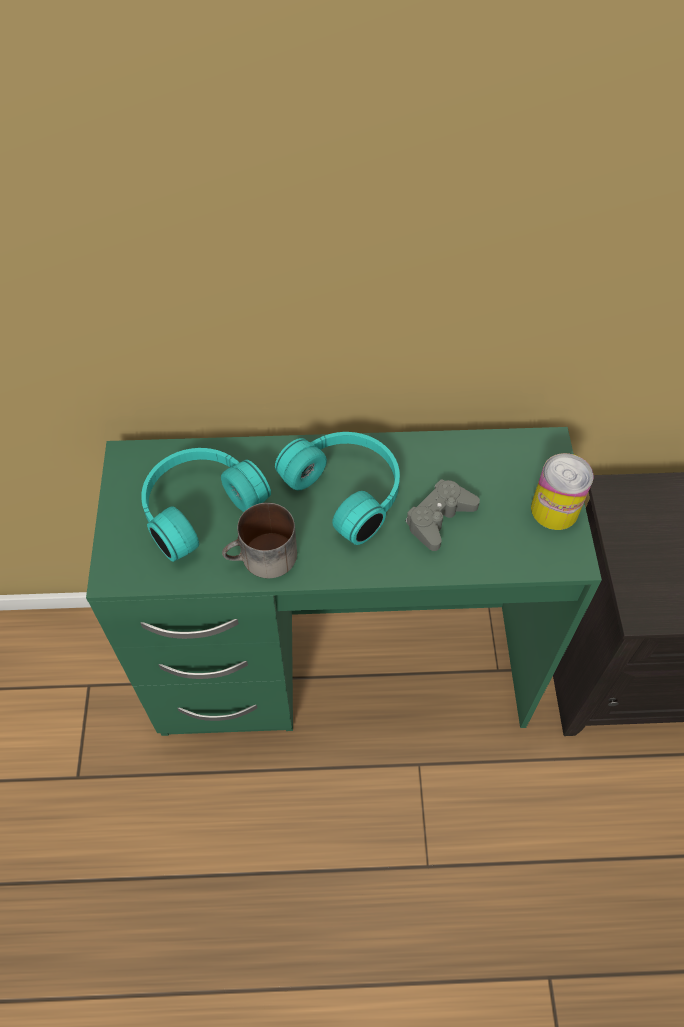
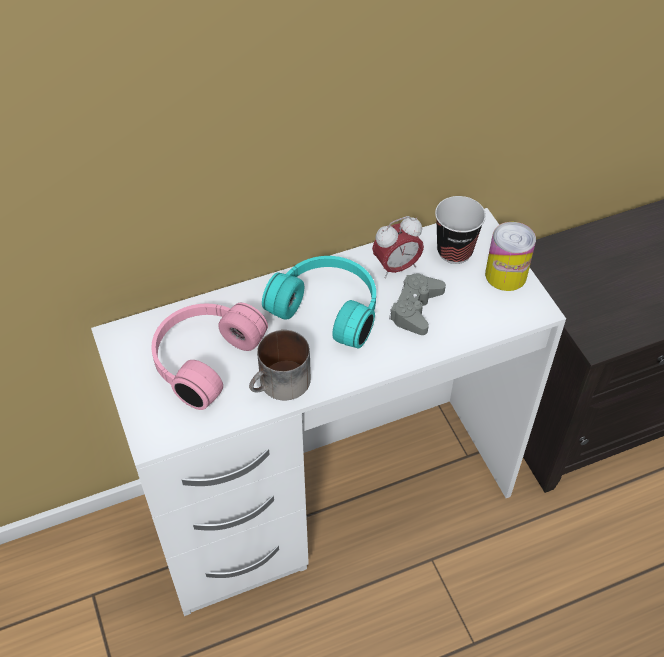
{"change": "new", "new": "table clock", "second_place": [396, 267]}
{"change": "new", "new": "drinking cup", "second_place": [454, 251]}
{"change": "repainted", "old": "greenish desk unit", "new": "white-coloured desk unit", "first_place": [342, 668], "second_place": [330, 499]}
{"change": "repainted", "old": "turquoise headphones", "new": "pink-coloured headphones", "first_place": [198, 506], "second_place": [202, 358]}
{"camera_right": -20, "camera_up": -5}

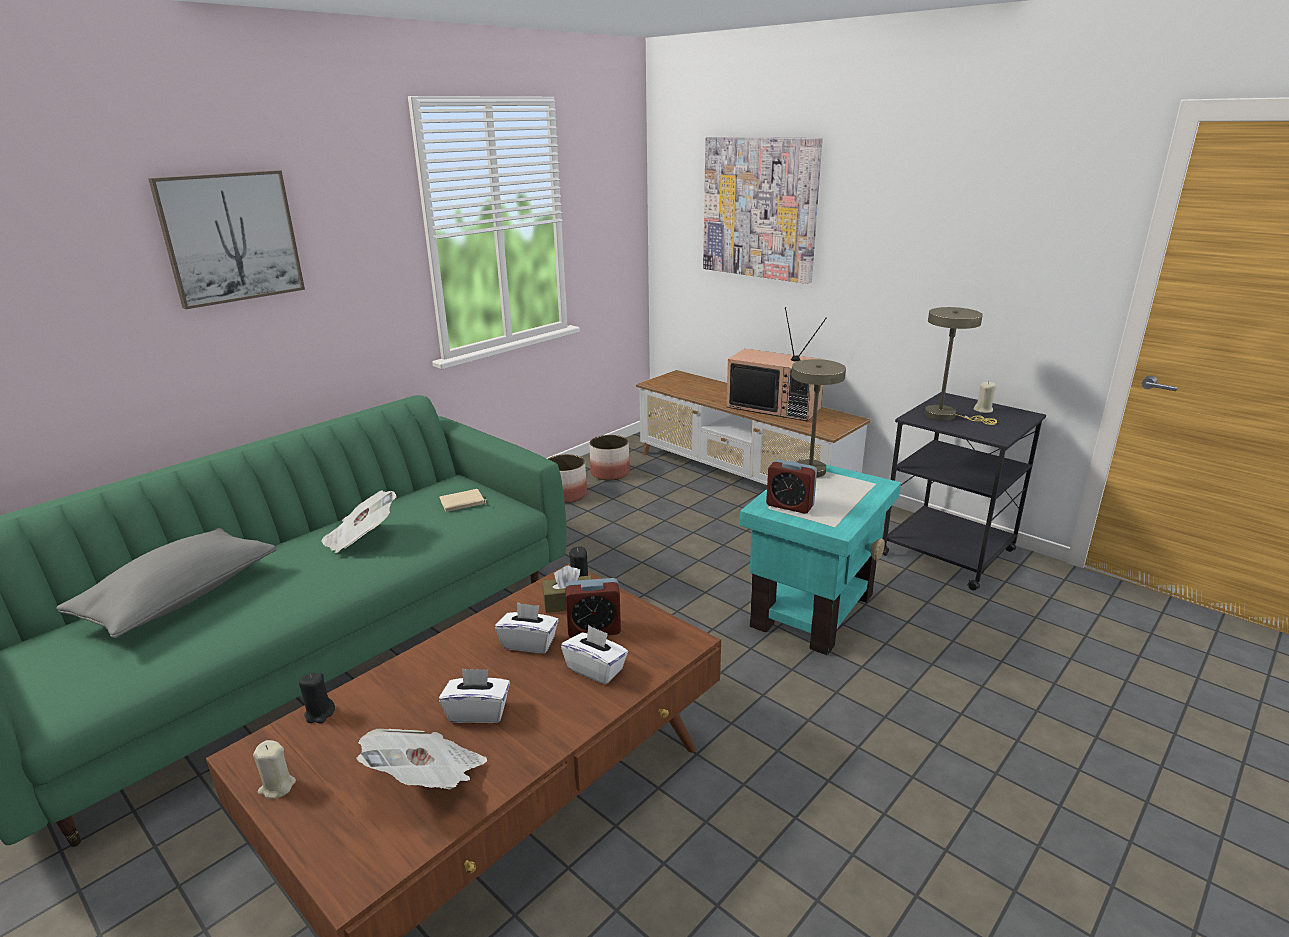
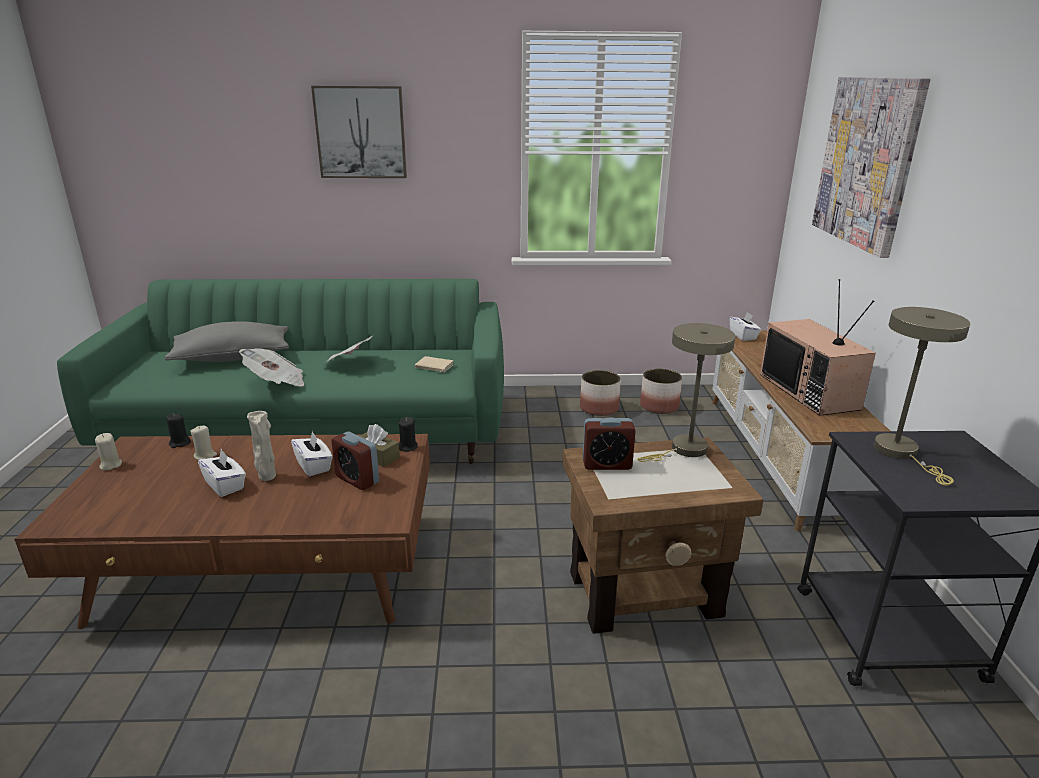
{"change": "new", "new": "beige flower vase", "second_place": [267, 477]}
{"change": "shifted", "old": "daily paper", "first_place": [428, 779], "second_place": [276, 382]}
{"change": "shifted", "old": "white-coloured tissue box", "first_place": [596, 669], "second_place": [743, 336]}
{"change": "shifted", "old": "beige candle", "first_place": [983, 410], "second_place": [205, 456]}
{"change": "repainted", "old": "turquoise accent table", "new": "brown accent table", "first_place": [814, 610], "second_place": [645, 595]}
{"change": "rotated", "old": "table clock", "first_place": [789, 506], "second_place": [607, 464], "degrees": -75}
{"camera_right": 45, "camera_up": 0}

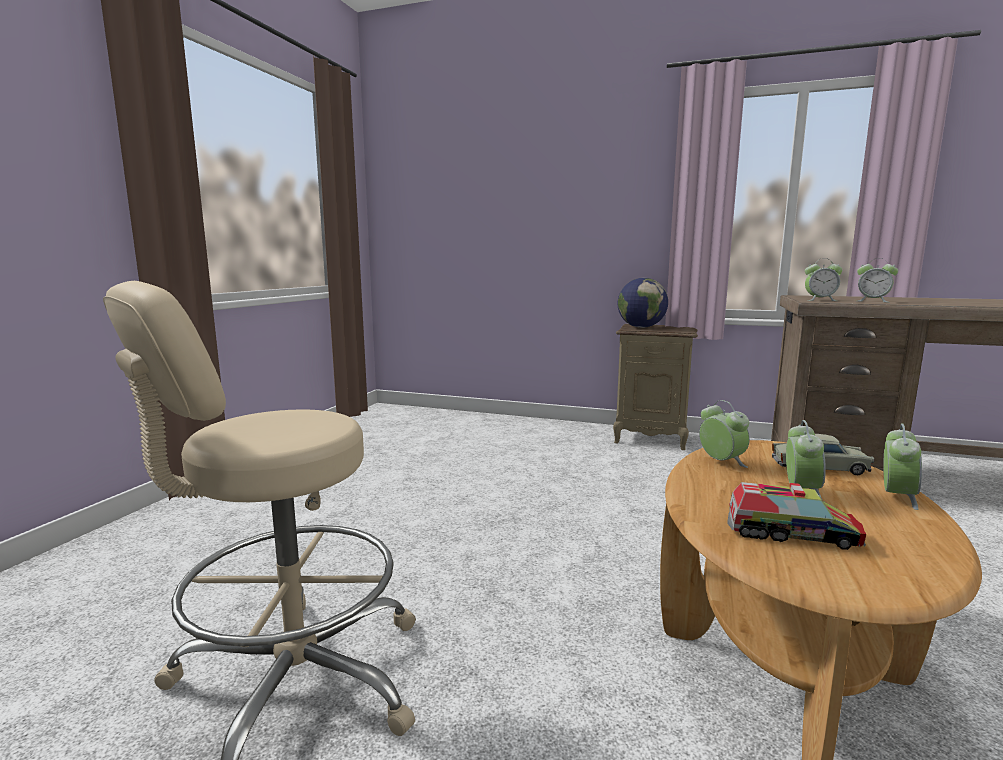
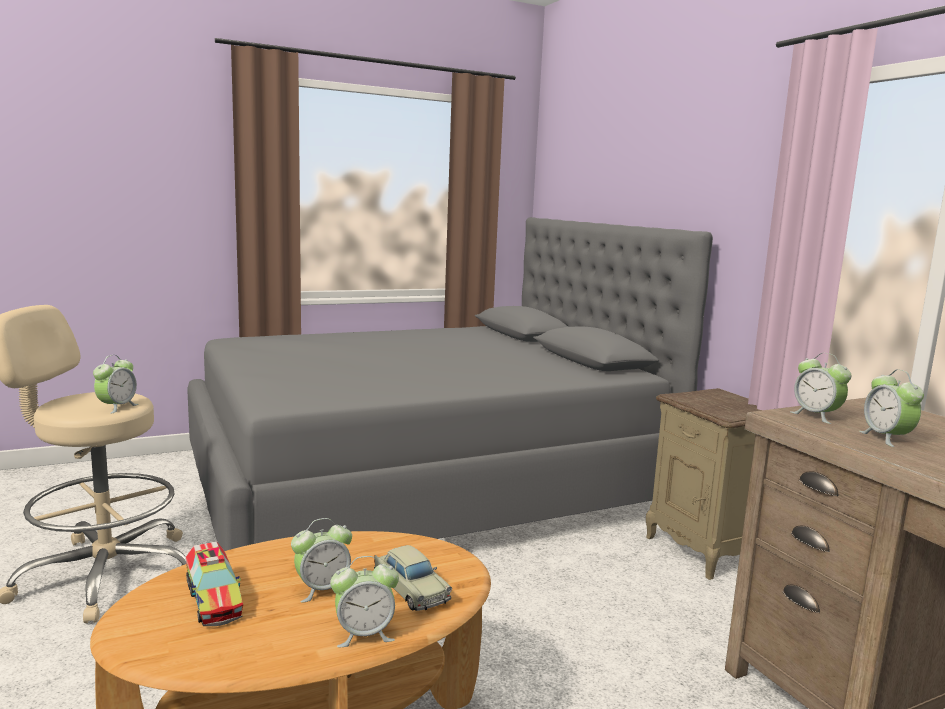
{"change": "gone", "old": "globe", "first_place": [641, 327]}
{"change": "new", "new": "grey bed", "second_place": [423, 484]}
{"change": "shifted", "old": "table clock", "first_place": [721, 462], "second_place": [117, 407]}
{"camera_right": 45, "camera_up": 0}

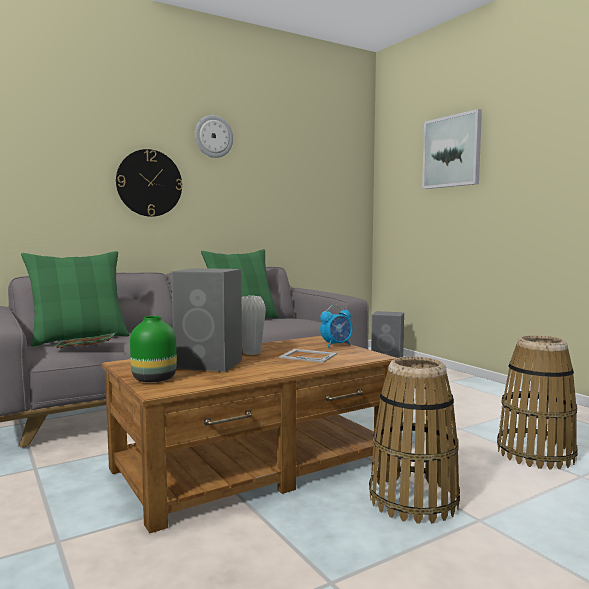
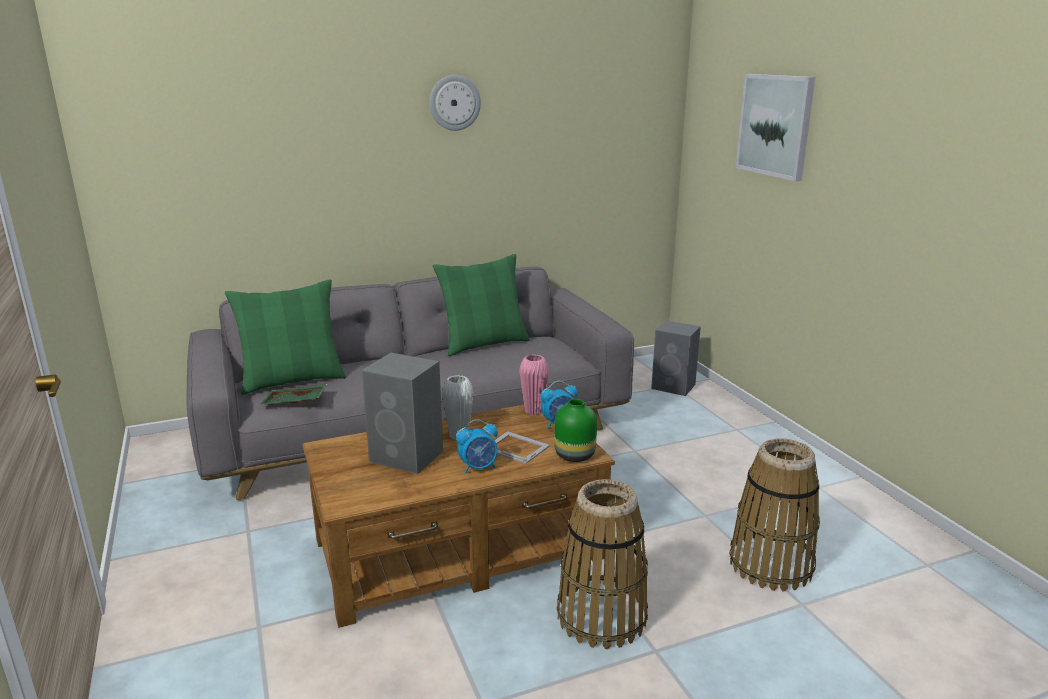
{"change": "gone", "old": "wall clock", "first_place": [149, 183]}
{"change": "new", "new": "table clock", "second_place": [478, 467]}
{"change": "new", "new": "pink-coloured flower vase", "second_place": [533, 411]}
{"change": "shifted", "old": "greenish flower vase", "first_place": [153, 379], "second_place": [573, 455]}
{"camera_right": 10, "camera_up": 15}

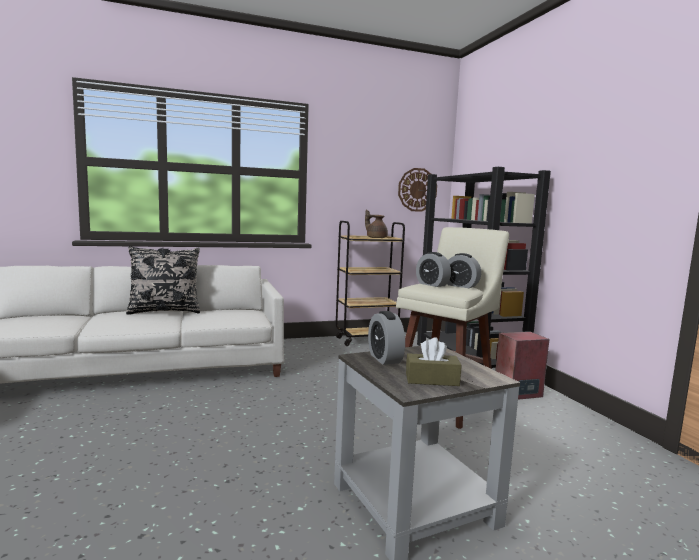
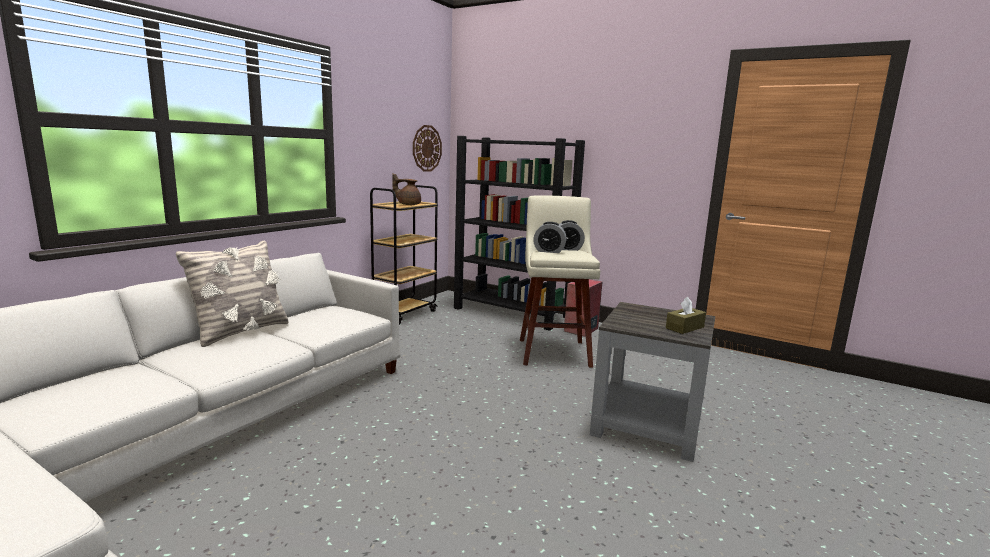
{"change": "gone", "old": "table clock", "first_place": [384, 358]}
{"change": "repainted", "old": "black throw pillow", "new": "beige throw pillow", "first_place": [164, 312], "second_place": [241, 332]}
{"camera_right": -40, "camera_up": 5}

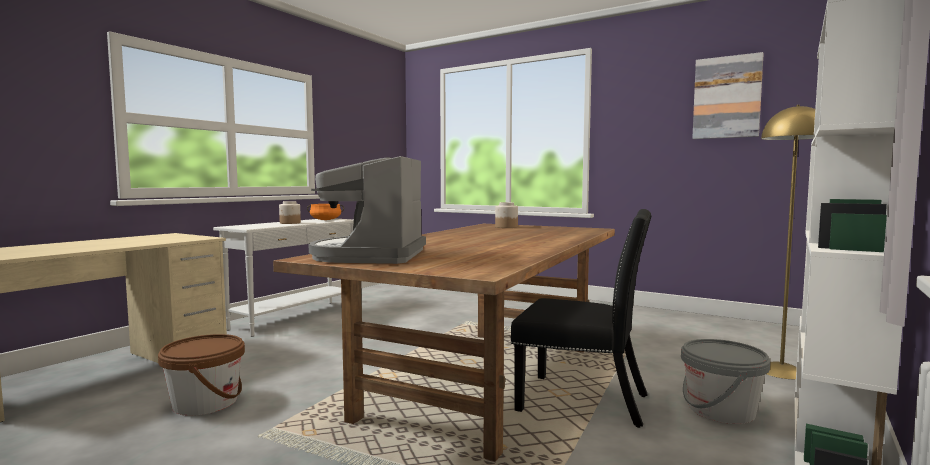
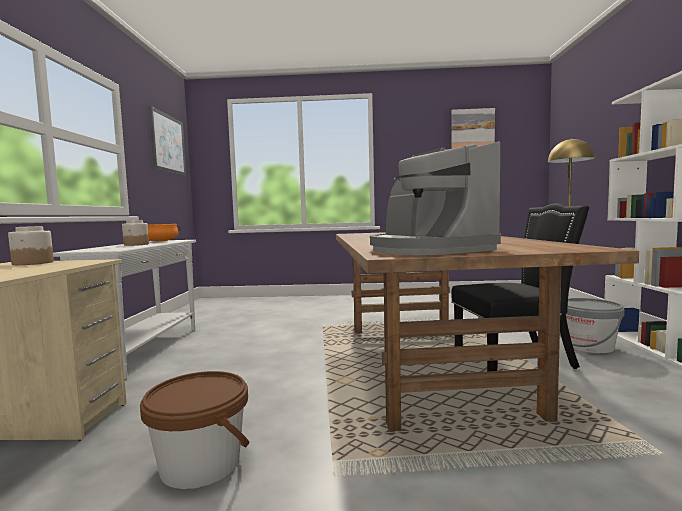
{"change": "new", "new": "wall picture", "second_place": [167, 144]}
{"change": "shifted", "old": "preserve jar", "first_place": [506, 227], "second_place": [32, 263]}
{"camera_right": -30, "camera_up": 0}

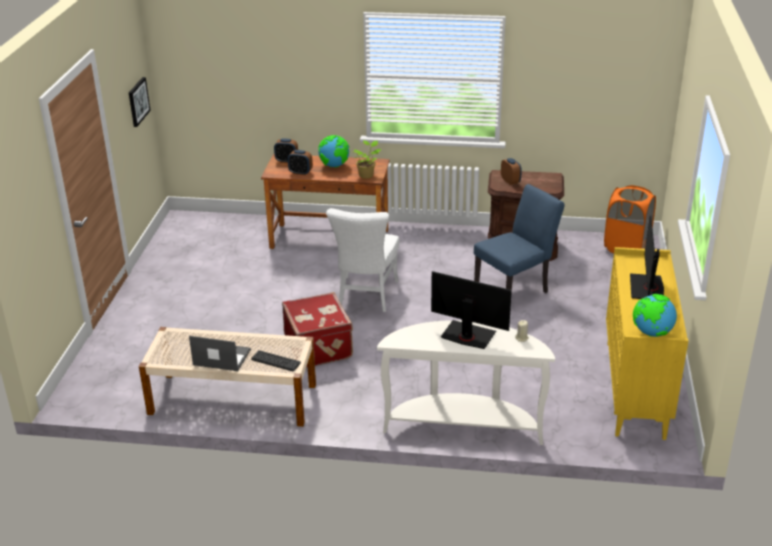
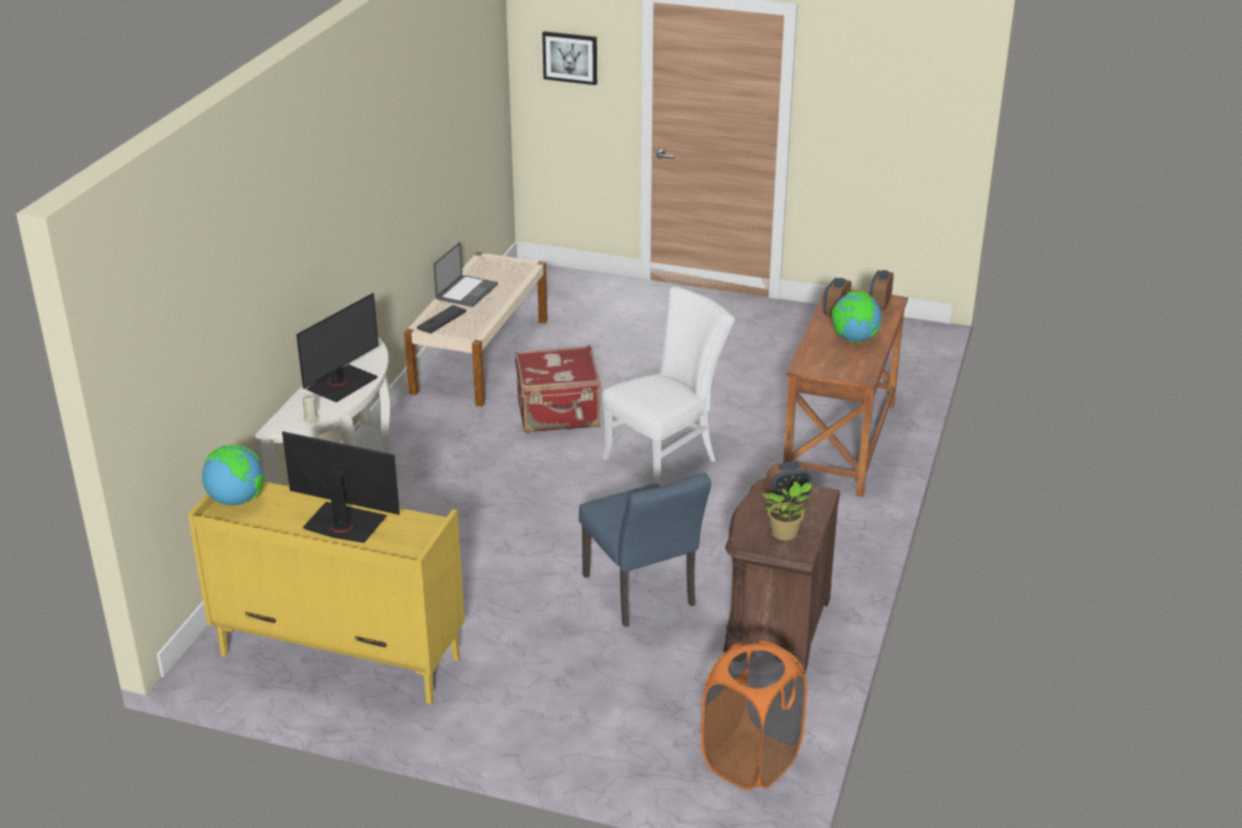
{"change": "shifted", "old": "wall picture", "first_place": [138, 101], "second_place": [570, 57]}
{"change": "shifted", "old": "plant in a pot", "first_place": [366, 175], "second_place": [786, 534]}
{"change": "rotated", "old": "white-coloured chair", "first_place": [365, 296], "second_place": [666, 458], "degrees": 120}
{"camera_right": 100, "camera_up": 0}

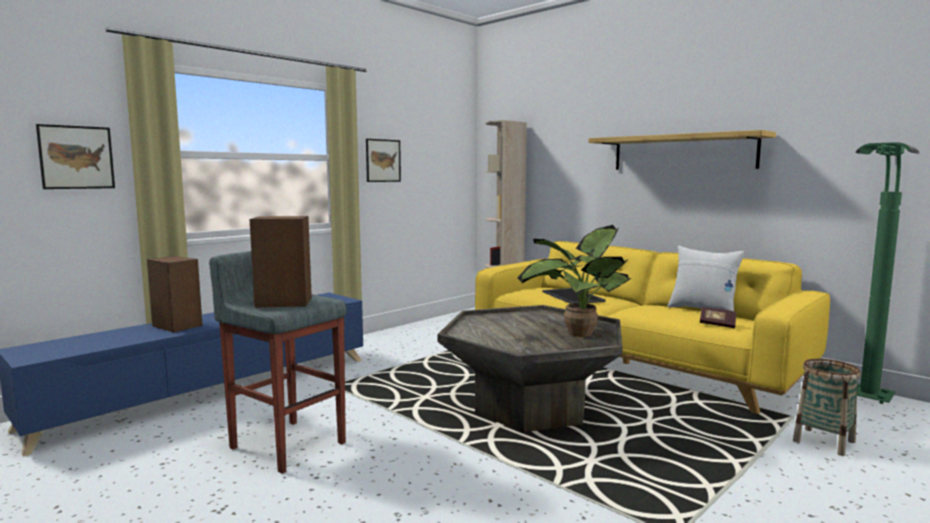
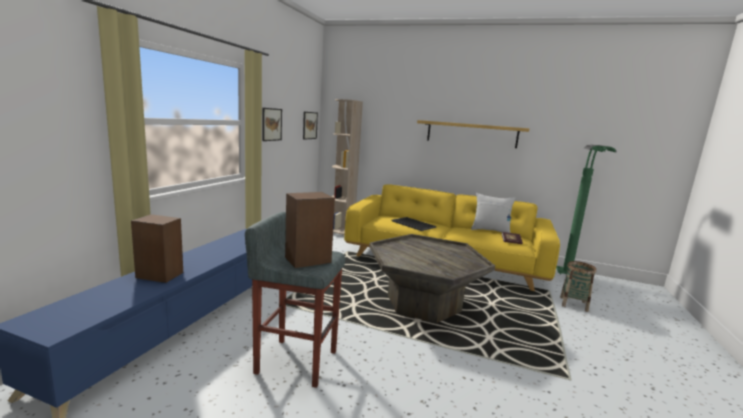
{"change": "gone", "old": "plant in a pot", "first_place": [575, 333]}
{"change": "shifted", "old": "wall picture", "first_place": [76, 157], "second_place": [309, 125]}
{"camera_right": -25, "camera_up": 5}

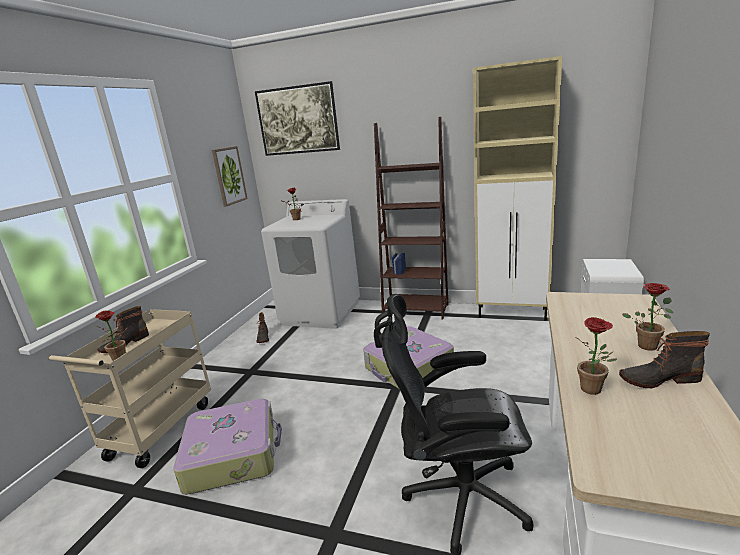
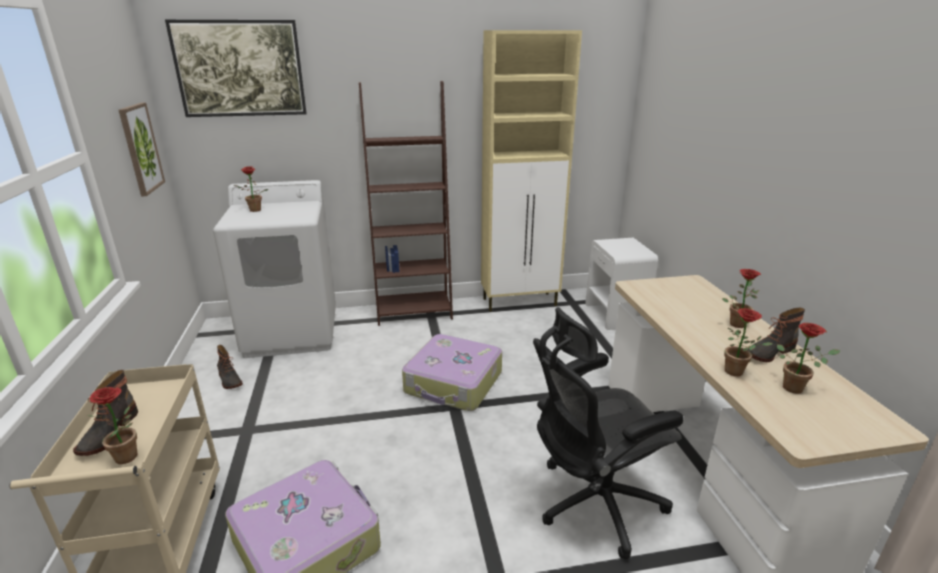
{"change": "new", "new": "plant in a pot", "second_place": [796, 388]}
{"camera_right": -30, "camera_up": 5}

